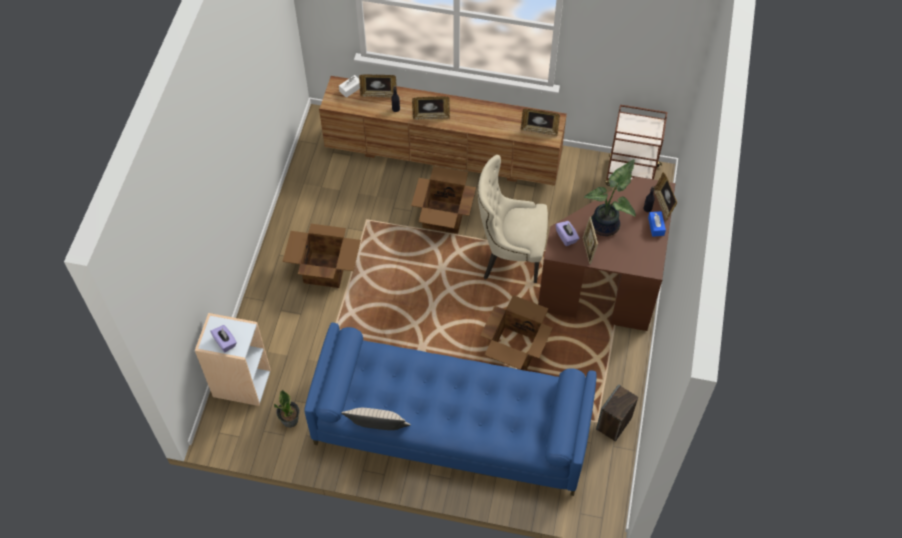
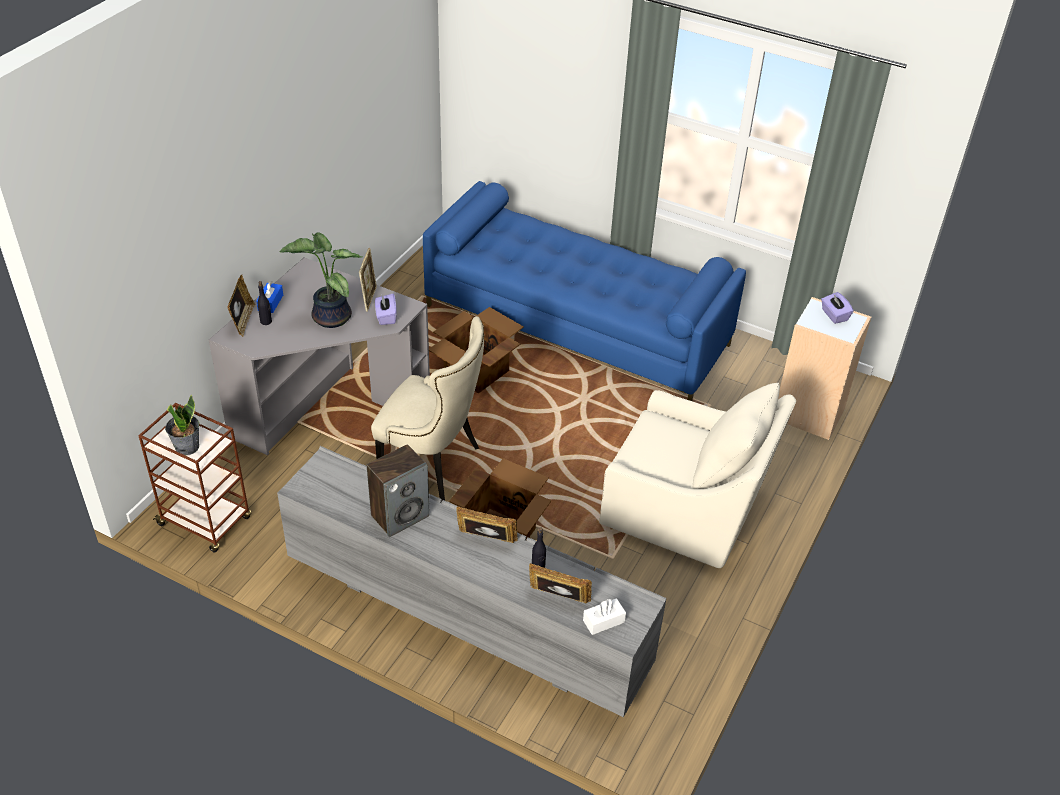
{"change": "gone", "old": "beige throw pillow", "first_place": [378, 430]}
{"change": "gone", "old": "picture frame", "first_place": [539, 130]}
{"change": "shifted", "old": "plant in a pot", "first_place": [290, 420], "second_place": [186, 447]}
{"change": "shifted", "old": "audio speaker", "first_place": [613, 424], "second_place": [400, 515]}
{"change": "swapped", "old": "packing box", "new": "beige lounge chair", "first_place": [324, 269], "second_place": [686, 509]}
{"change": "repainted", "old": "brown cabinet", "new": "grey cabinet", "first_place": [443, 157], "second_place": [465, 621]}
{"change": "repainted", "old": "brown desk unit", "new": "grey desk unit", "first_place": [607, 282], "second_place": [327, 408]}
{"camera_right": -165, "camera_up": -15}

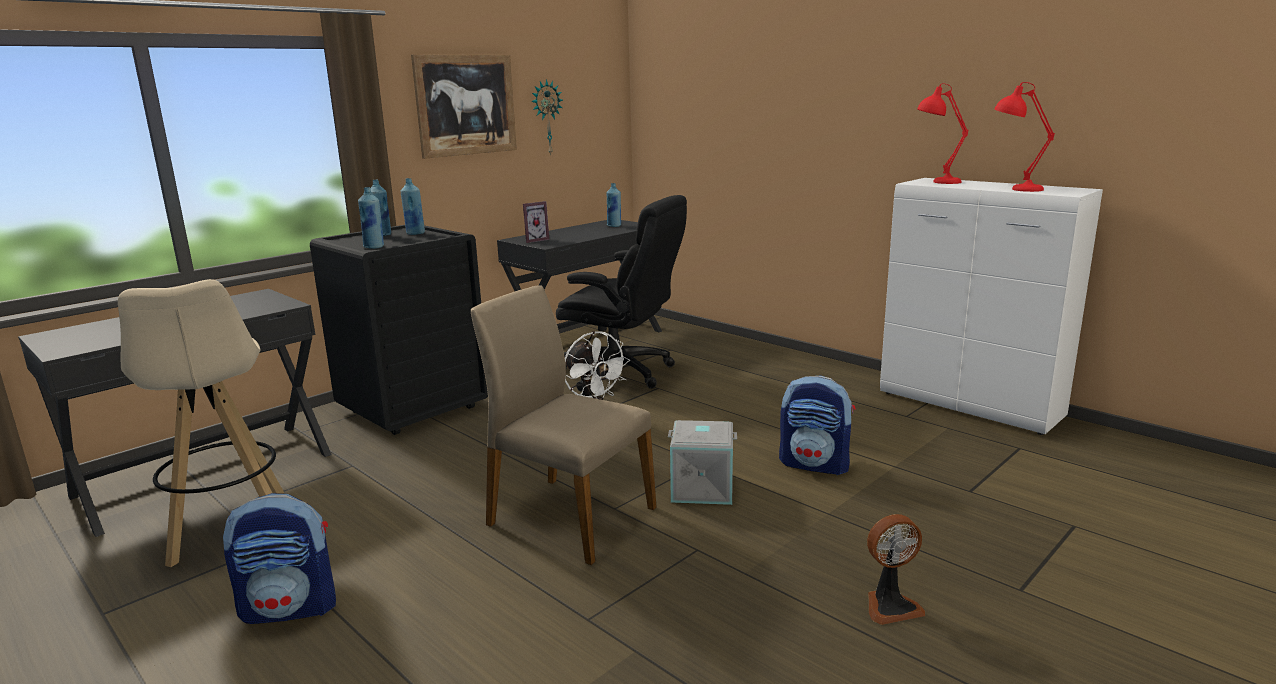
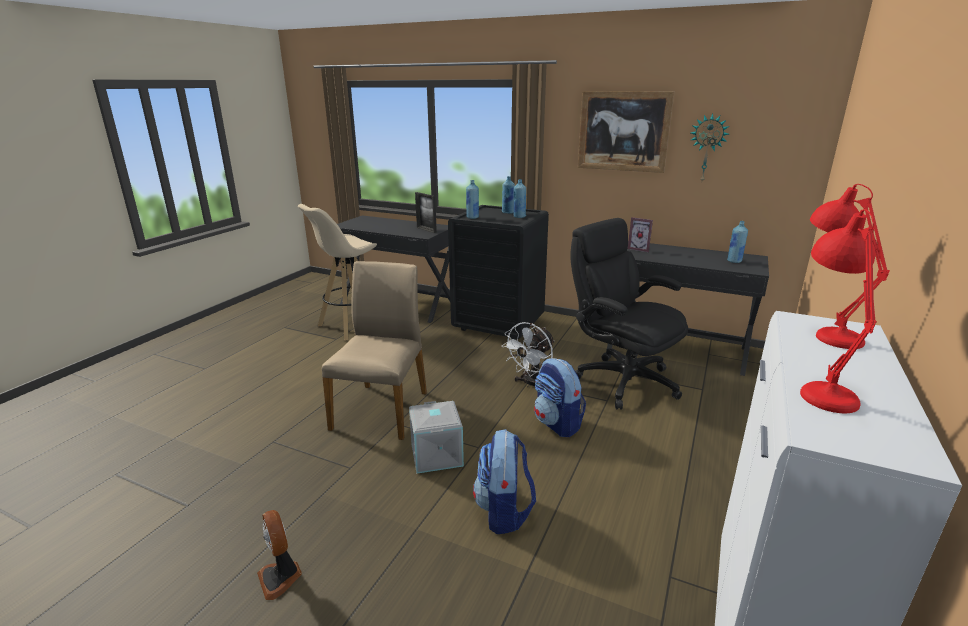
{"change": "new", "new": "picture frame", "second_place": [426, 230]}
{"change": "shifted", "old": "rucksack", "first_place": [291, 608], "second_place": [557, 423]}
{"change": "rotated", "old": "black desk chair", "first_place": [623, 374], "second_place": [621, 379], "degrees": 135}
{"camera_right": 70, "camera_up": 5}

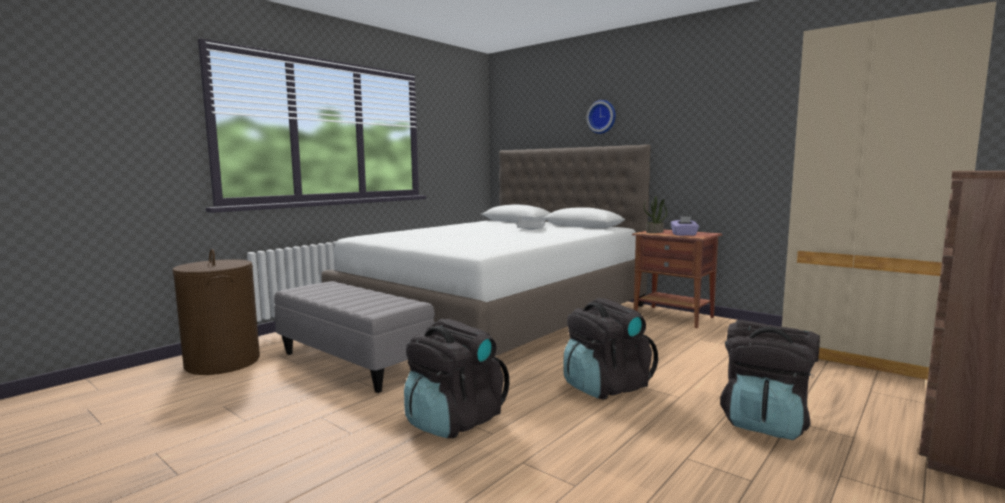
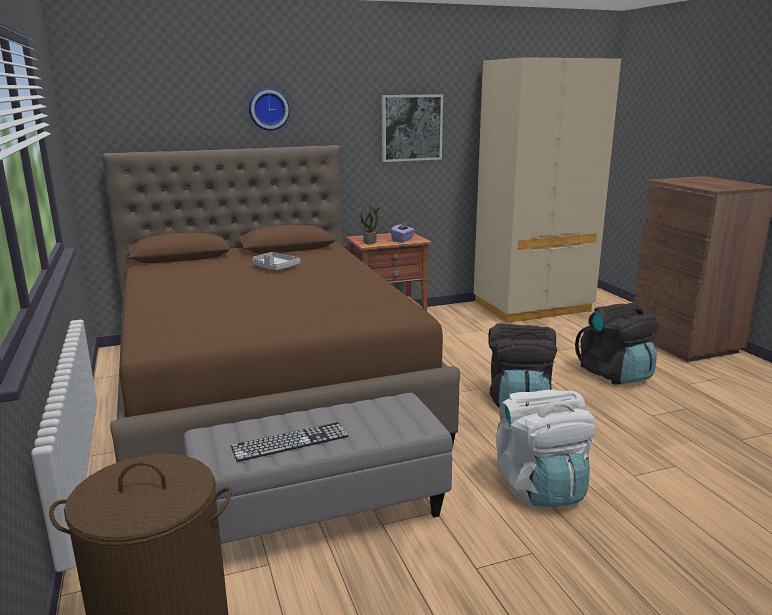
{"change": "new", "new": "keyboard", "second_place": [290, 441]}
{"change": "new", "new": "wall picture", "second_place": [411, 128]}
{"change": "repainted", "old": "white-coloured bed", "new": "brown bed", "first_place": [497, 316], "second_place": [266, 388]}
{"change": "repainted", "old": "black rucksack", "new": "white-coloured rucksack", "first_place": [454, 421], "second_place": [540, 486]}
{"camera_right": -60, "camera_up": 10}

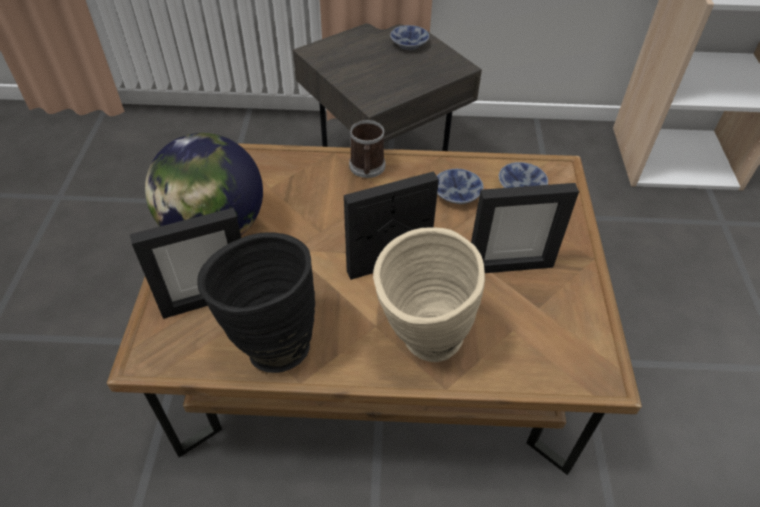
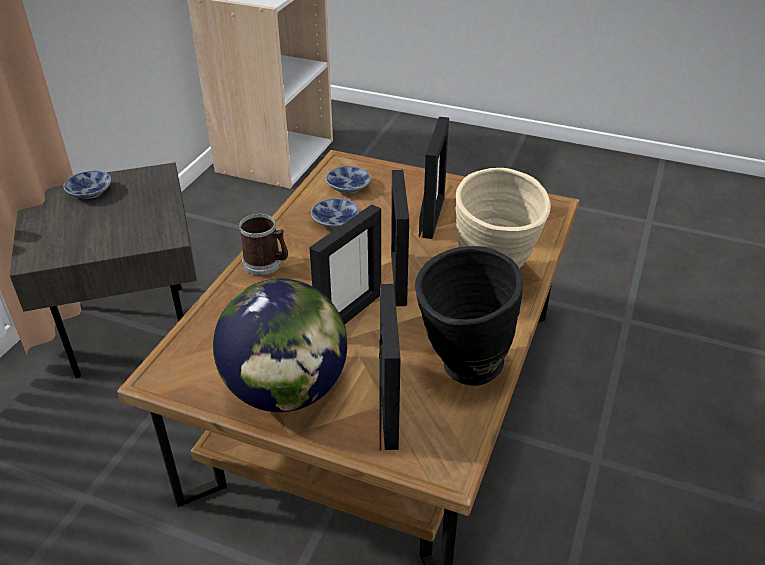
{"change": "new", "new": "picture frame", "second_place": [348, 313]}
{"camera_right": -70, "camera_up": -10}

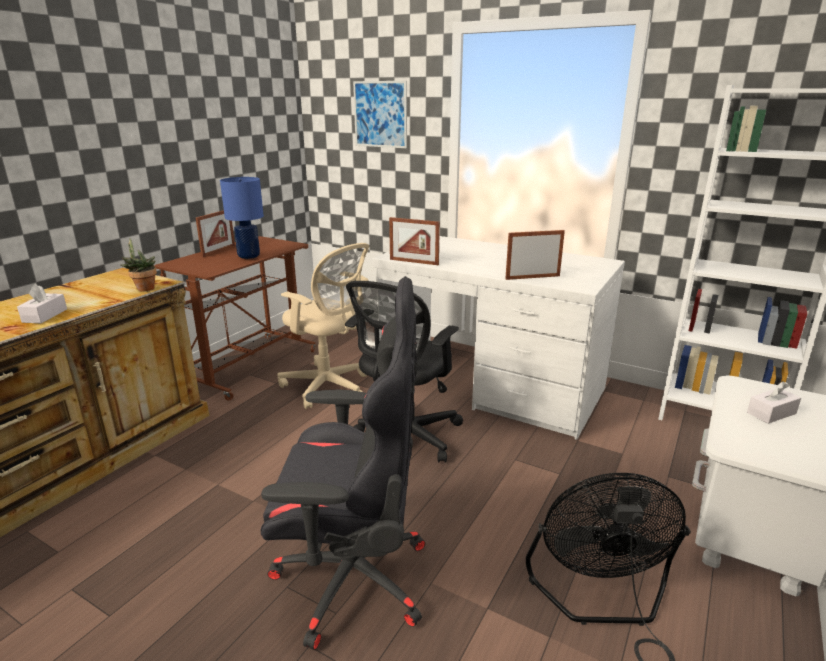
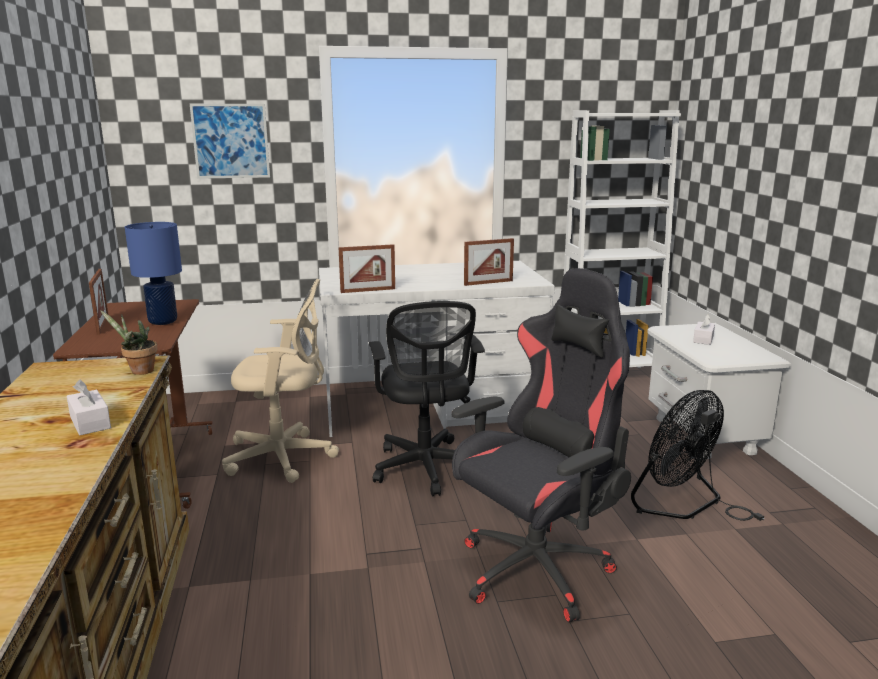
{"change": "rotated", "old": "picture frame", "first_place": [532, 277], "second_place": [488, 283], "degrees": -150}
{"camera_right": -40, "camera_up": -5}

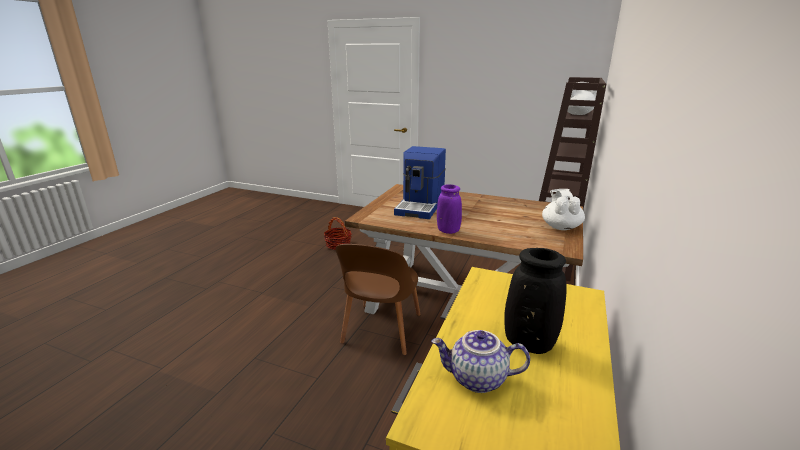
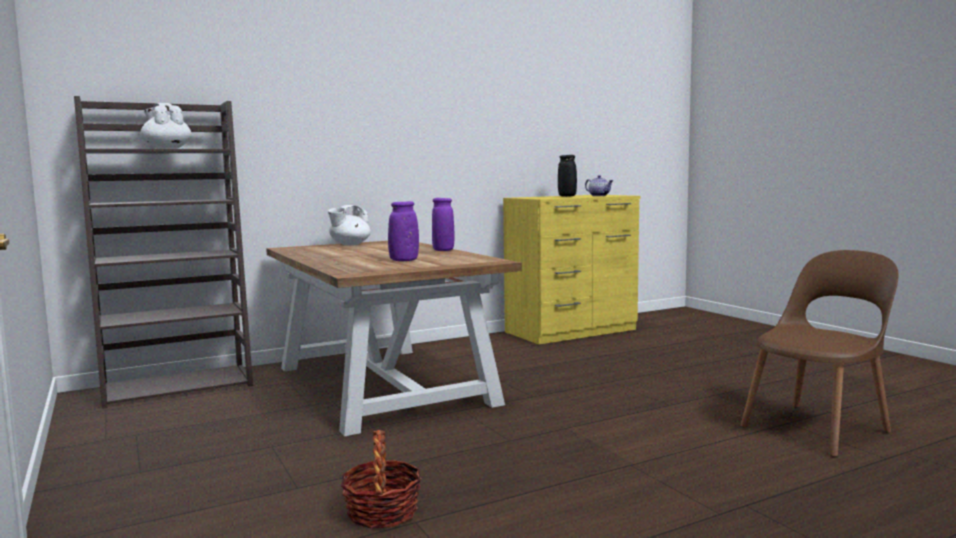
{"change": "shifted", "old": "brown chair", "first_place": [381, 331], "second_place": [818, 428]}
{"change": "swapped", "old": "coffee maker", "new": "purple-coloured flower vase", "first_place": [421, 206], "second_place": [404, 260]}
{"camera_right": -140, "camera_up": -15}

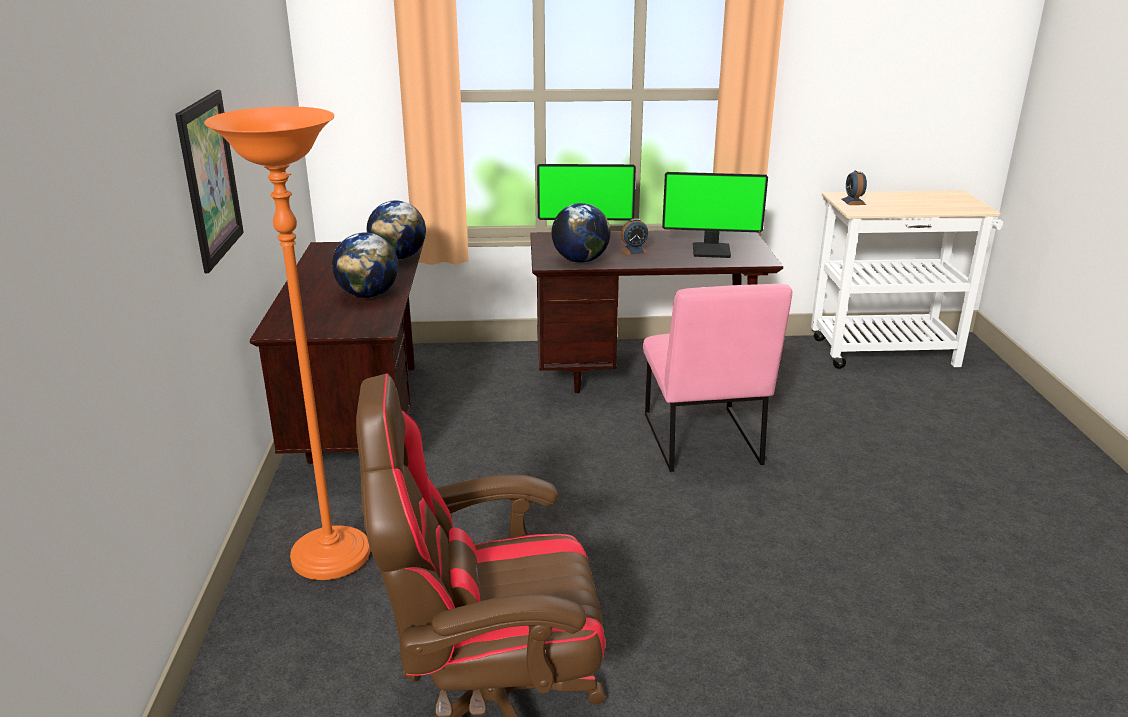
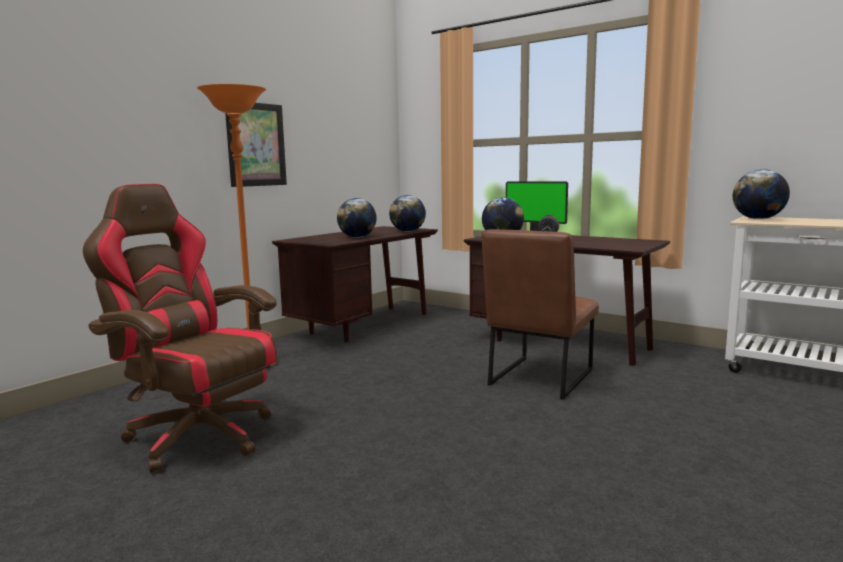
{"change": "gone", "old": "computer display", "first_place": [712, 250]}
{"change": "swapped", "old": "table clock", "new": "globe", "first_place": [853, 202], "second_place": [758, 219]}
{"change": "repainted", "old": "pink-coloured chair", "new": "brown chair", "first_place": [701, 441], "second_place": [539, 378]}
{"camera_right": 40, "camera_up": -15}

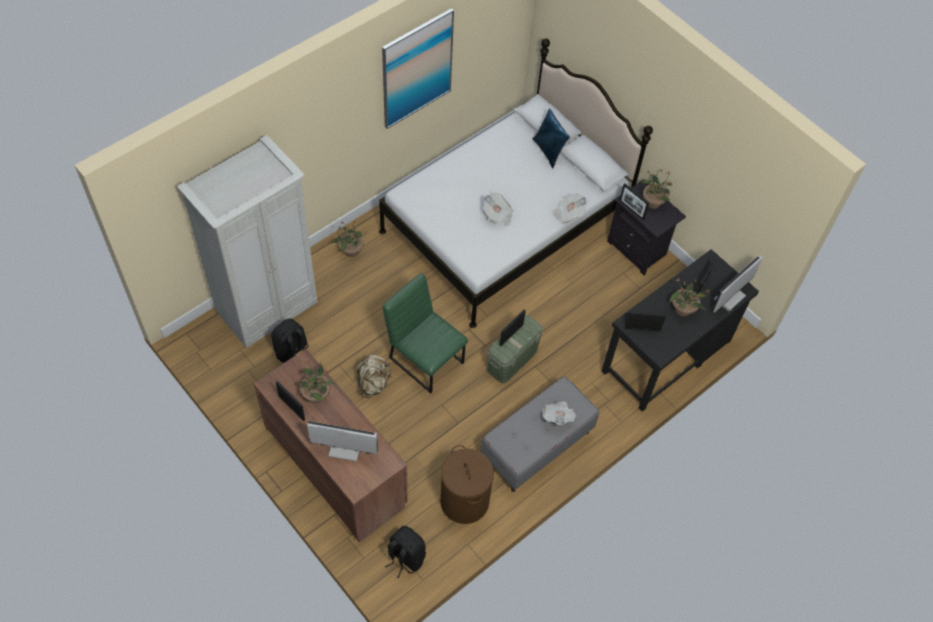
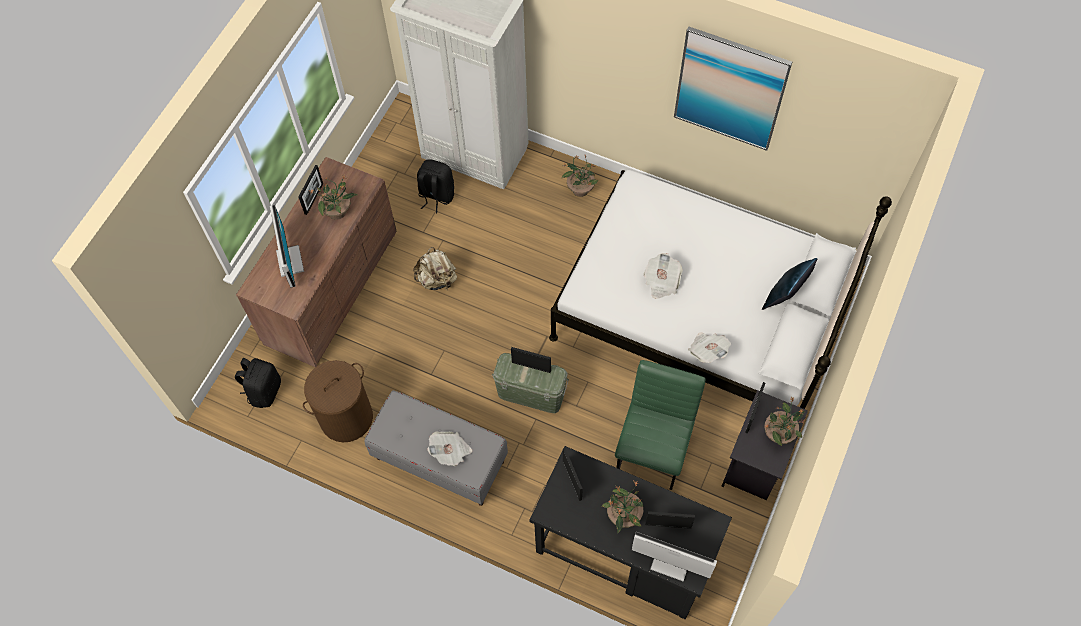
{"change": "shifted", "old": "greenish chair", "first_place": [425, 358], "second_place": [654, 448]}
{"camera_right": 70, "camera_up": 5}

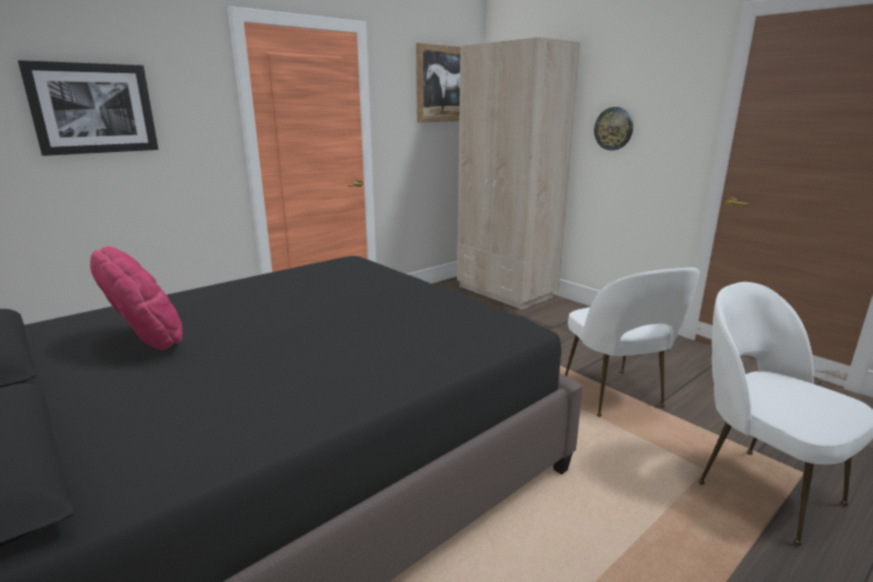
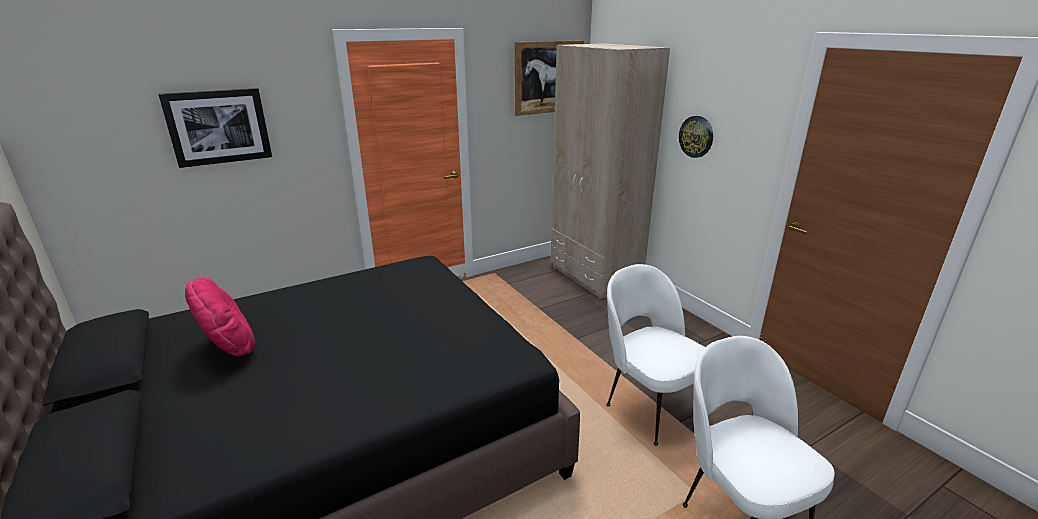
{"change": "rotated", "old": "white-coloured chair", "first_place": [615, 397], "second_place": [648, 407], "degrees": 150}
{"camera_right": 10, "camera_up": 5}

